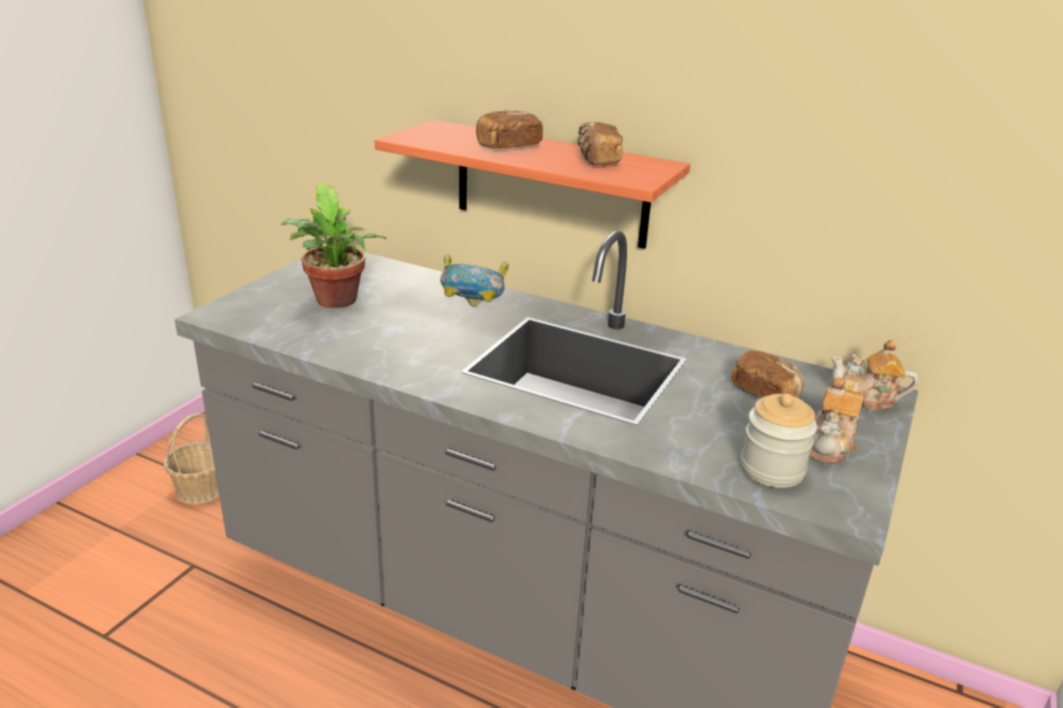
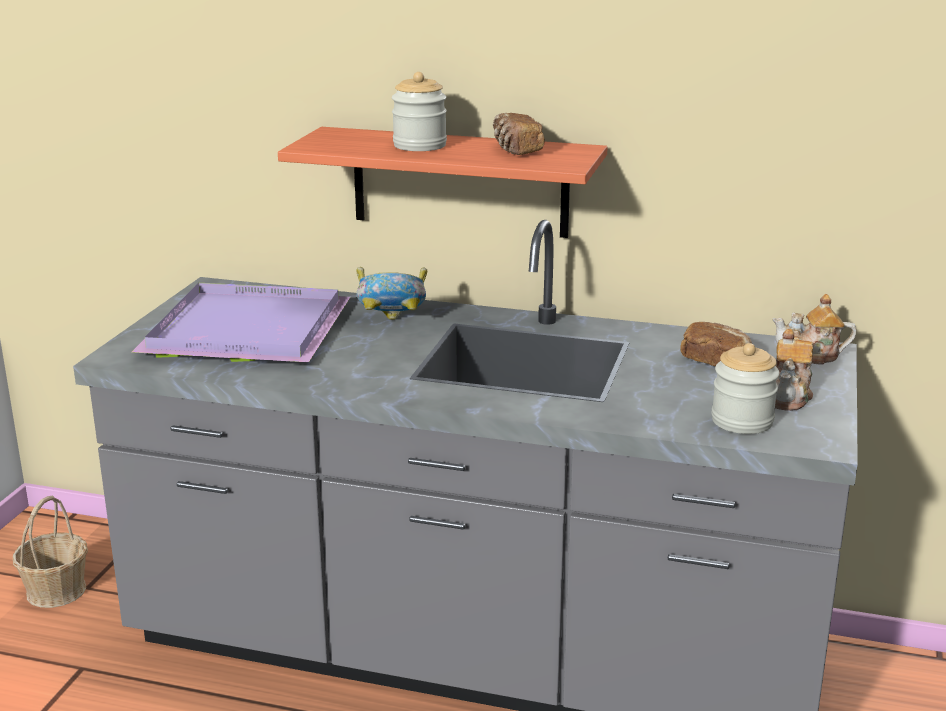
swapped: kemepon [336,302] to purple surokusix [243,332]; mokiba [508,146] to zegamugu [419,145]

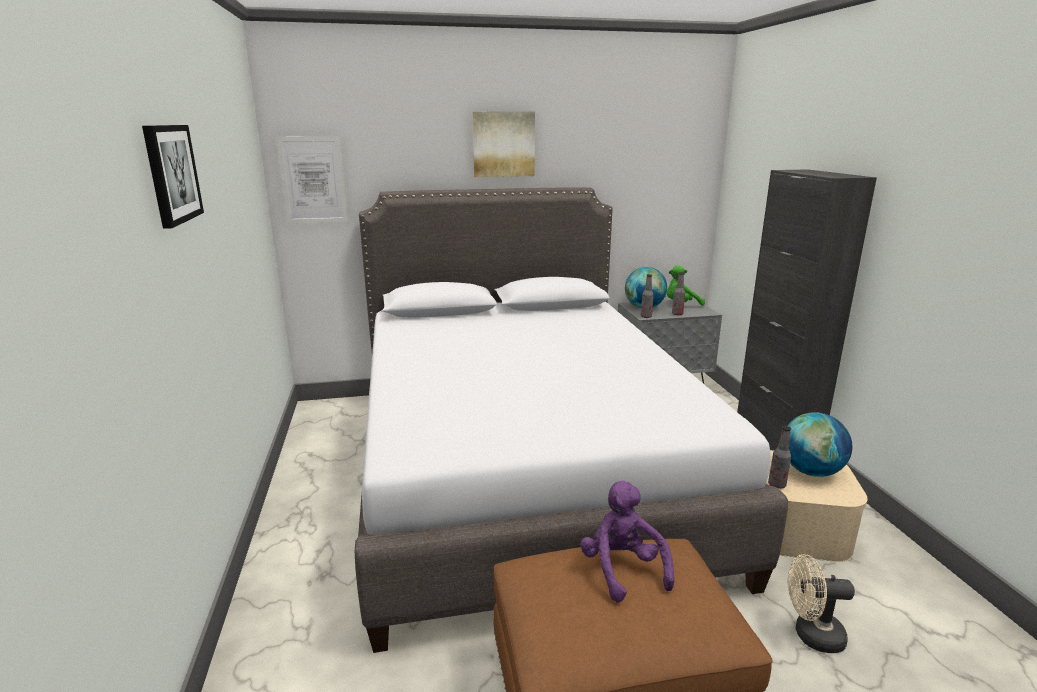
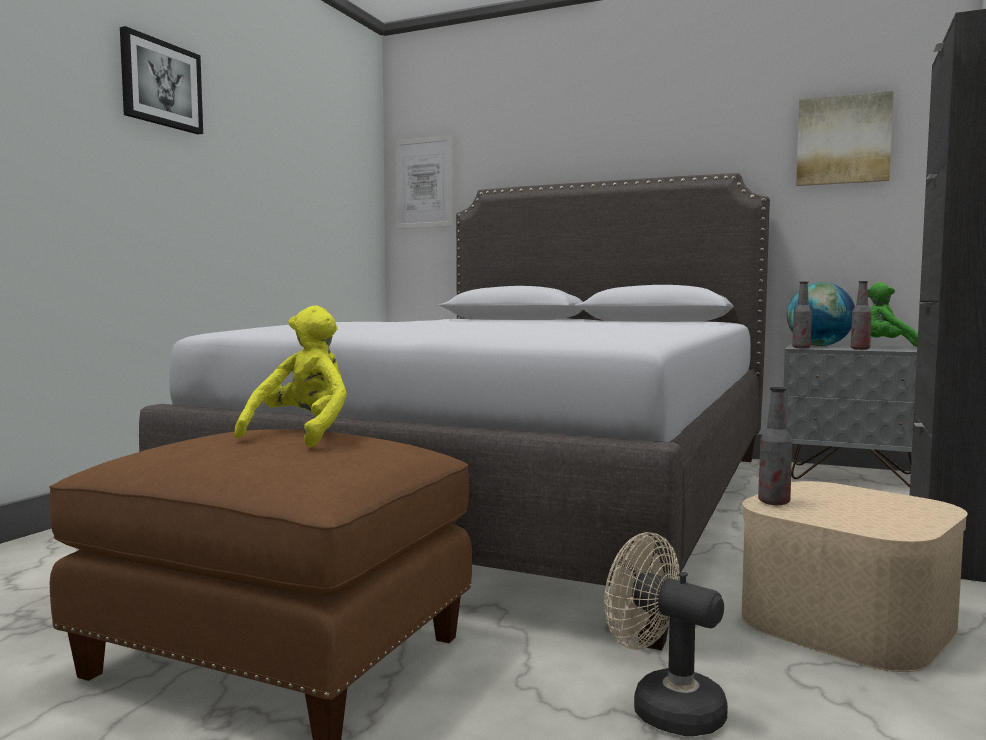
gone: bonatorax [811,471]
shifted: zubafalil [503,144] to [843,140]
repainted: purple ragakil [622,570] to yellow ragakil [303,434]

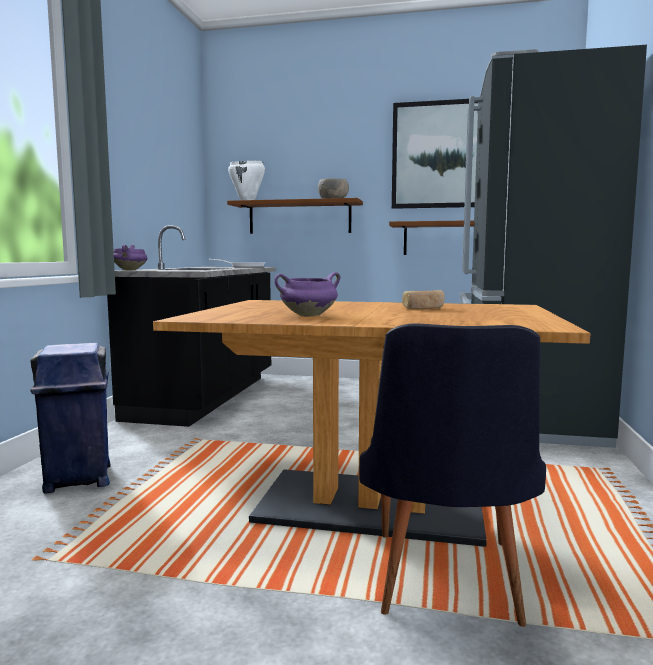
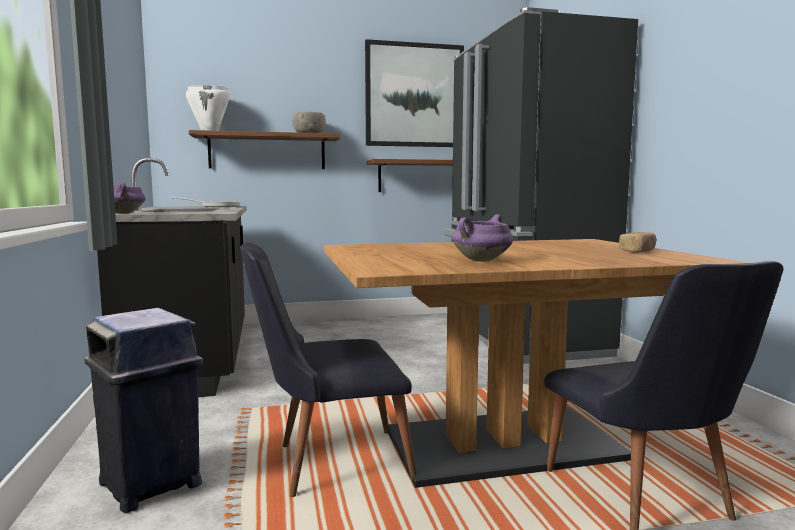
new: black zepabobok [329,463]
shifted: mokiba [423,308] to [638,251]

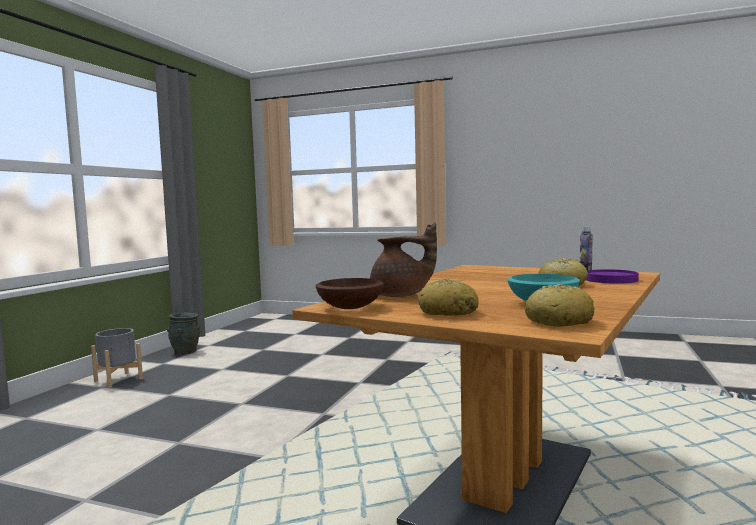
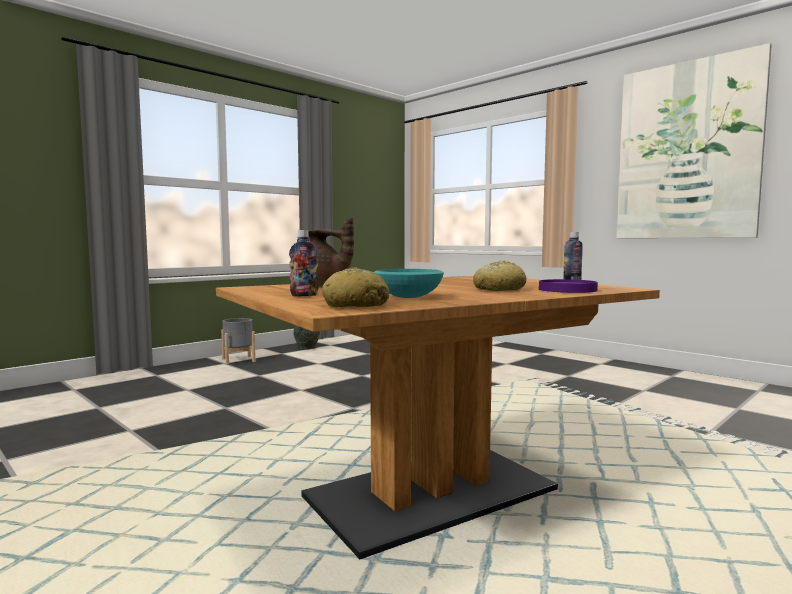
gone: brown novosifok [350,307]
new: zubafalil [686,151]
swapped: mokiba [448,312] to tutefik [304,295]

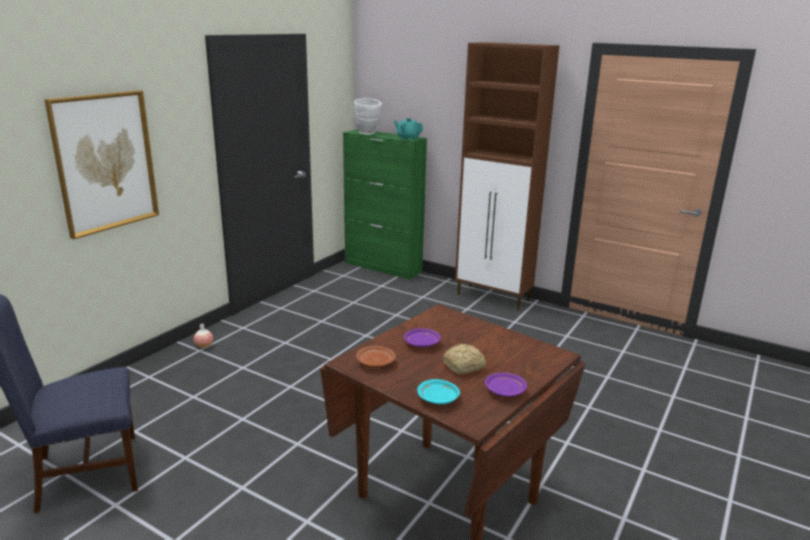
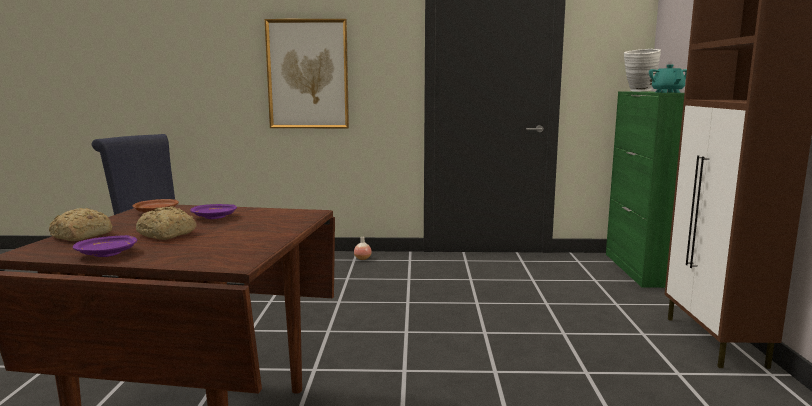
swapped: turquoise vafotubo [438,399] to mokiba [80,236]

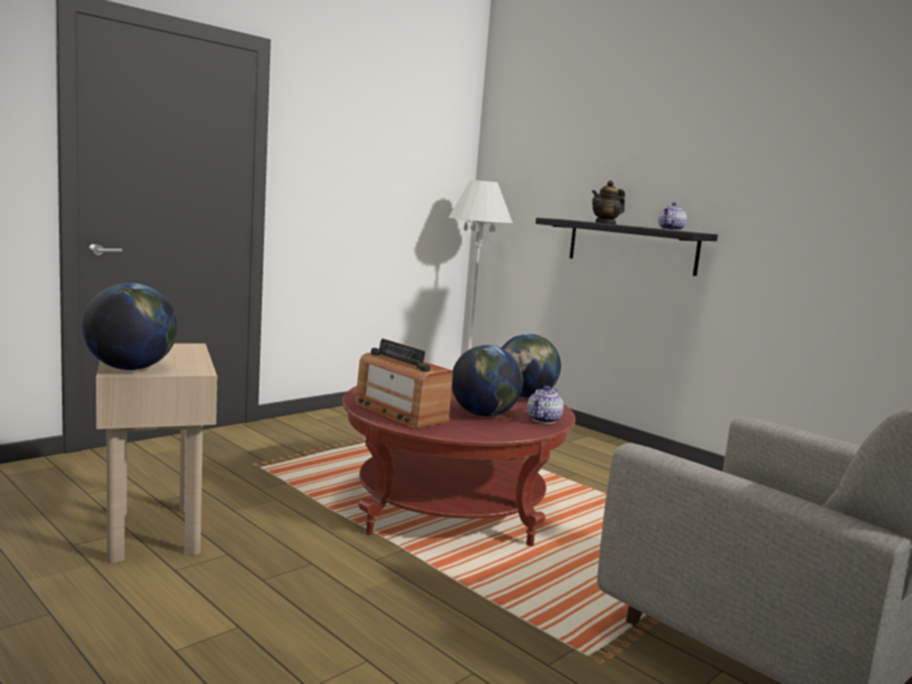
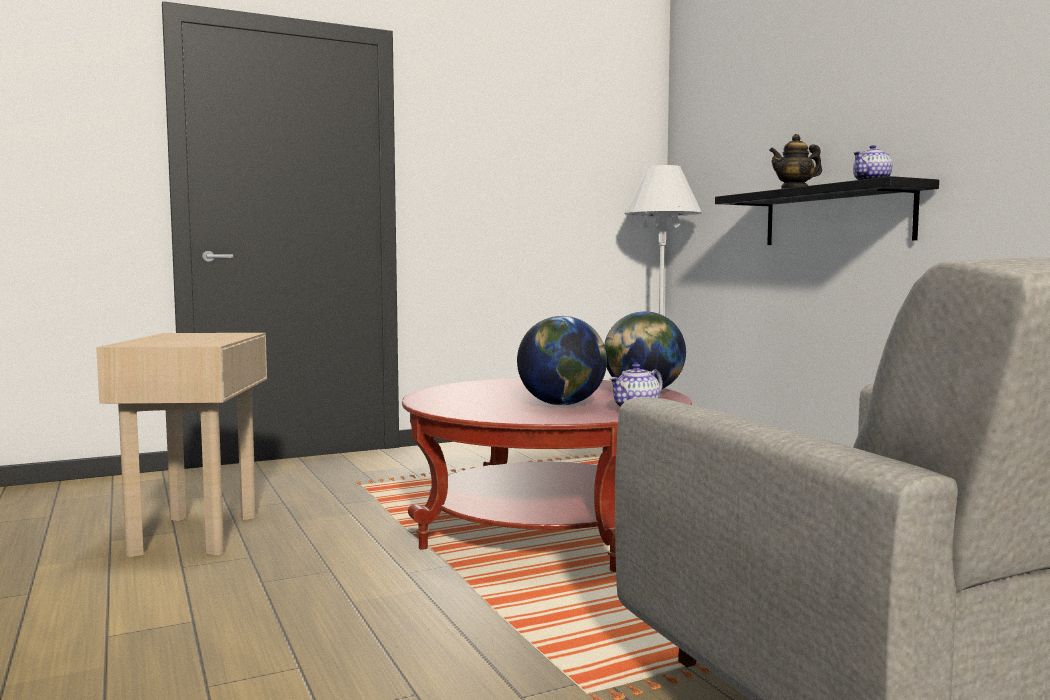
gone: bonatorax [130,368]; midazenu [400,413]

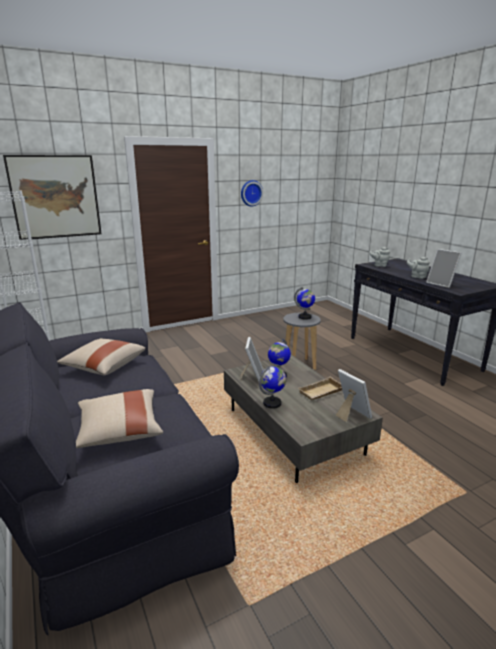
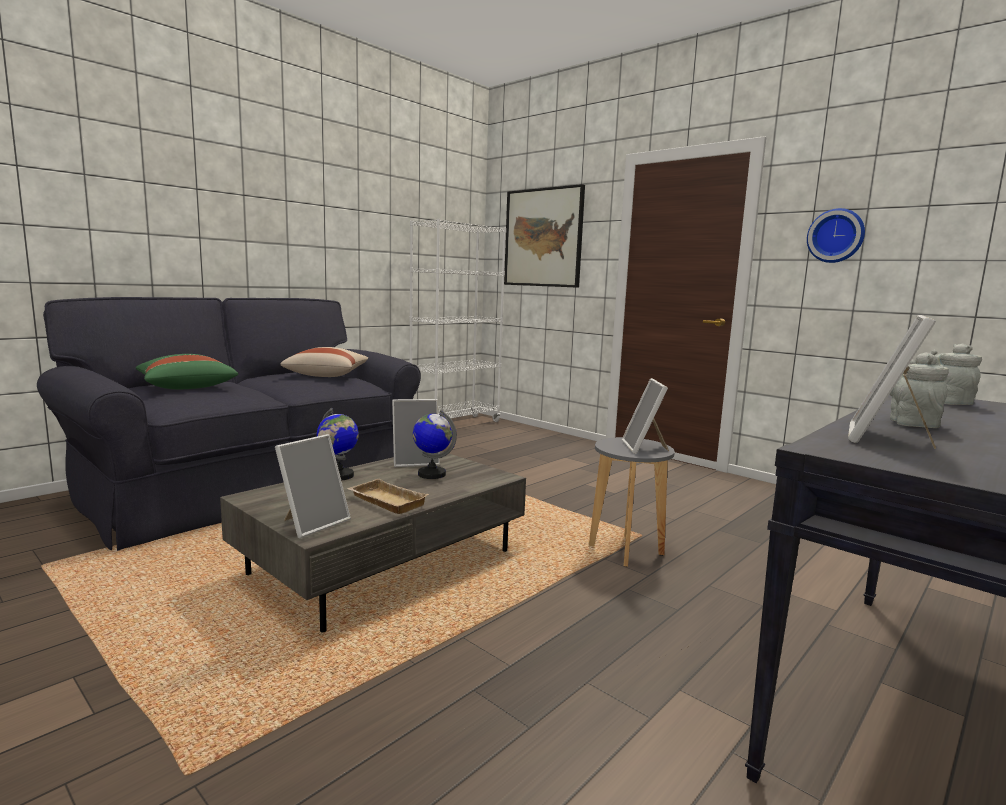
swapped: bonatorax [305,317] to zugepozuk [644,448]
repainted: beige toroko [120,430] to green toroko [186,387]

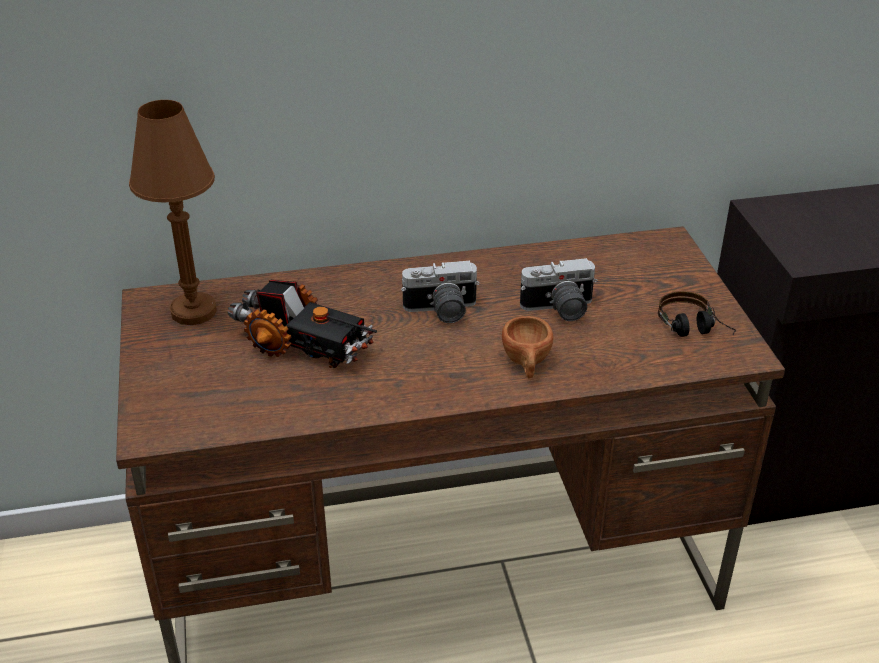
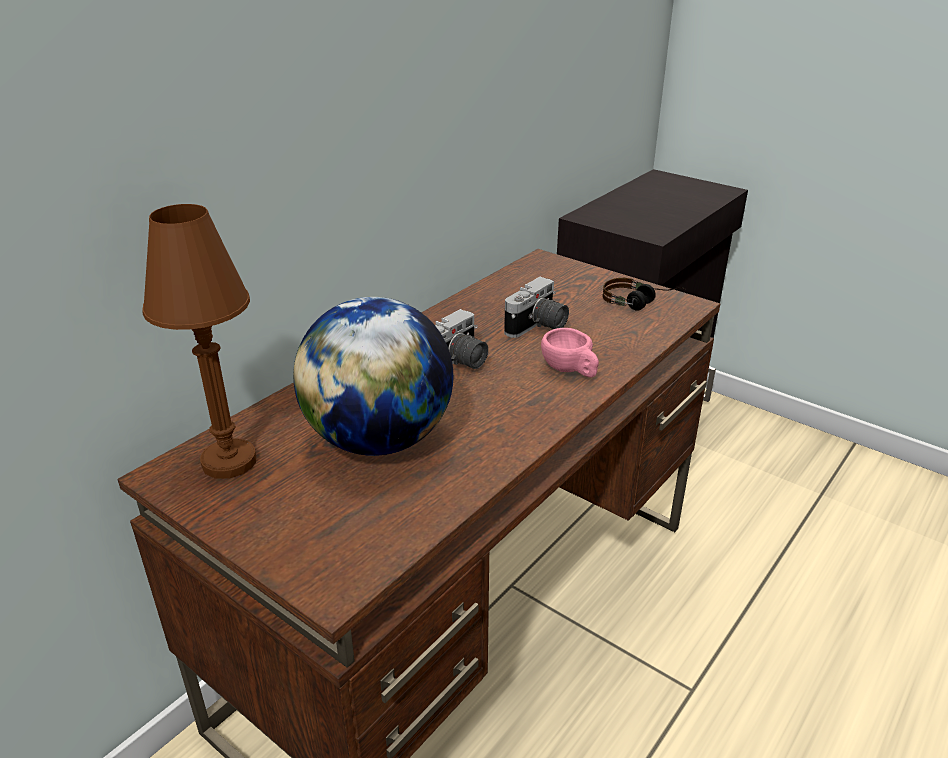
swapped: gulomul [303,346] to bonatorax [379,439]
repainted: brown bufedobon [527,364] to pink bufedobon [570,370]

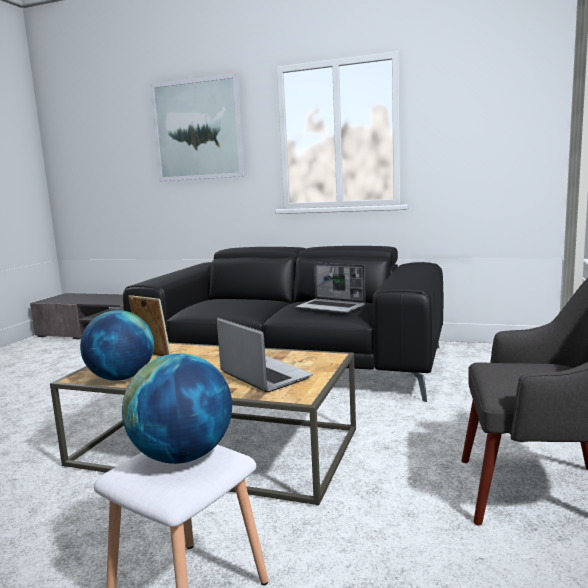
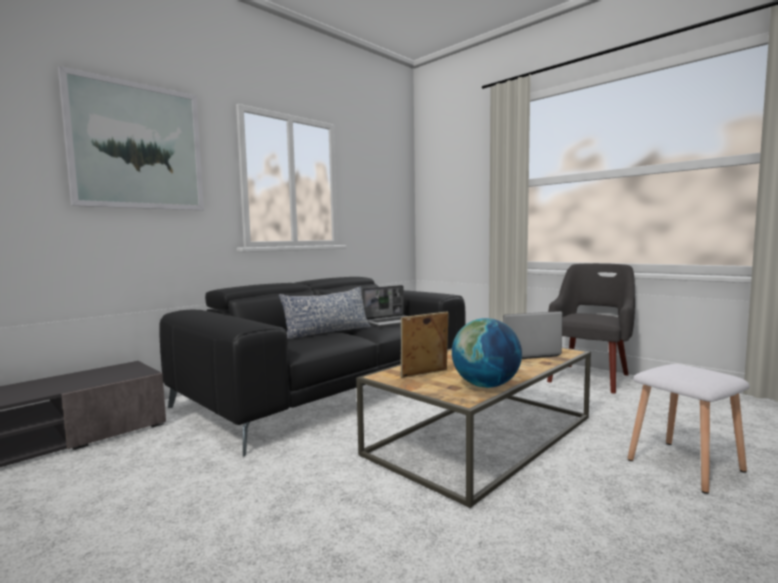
gone: bonatorax [182,456]
new: toroko [327,332]

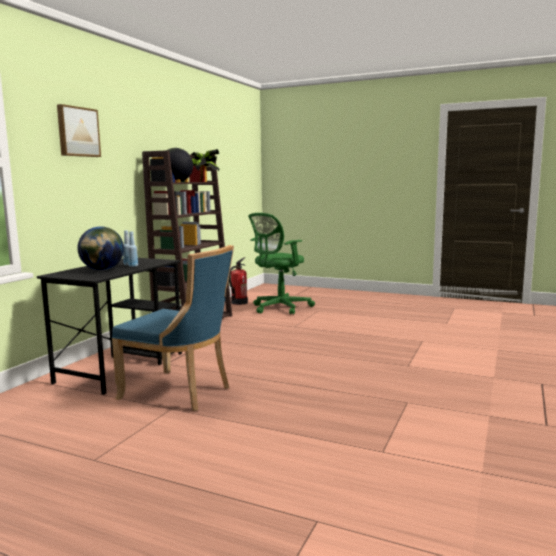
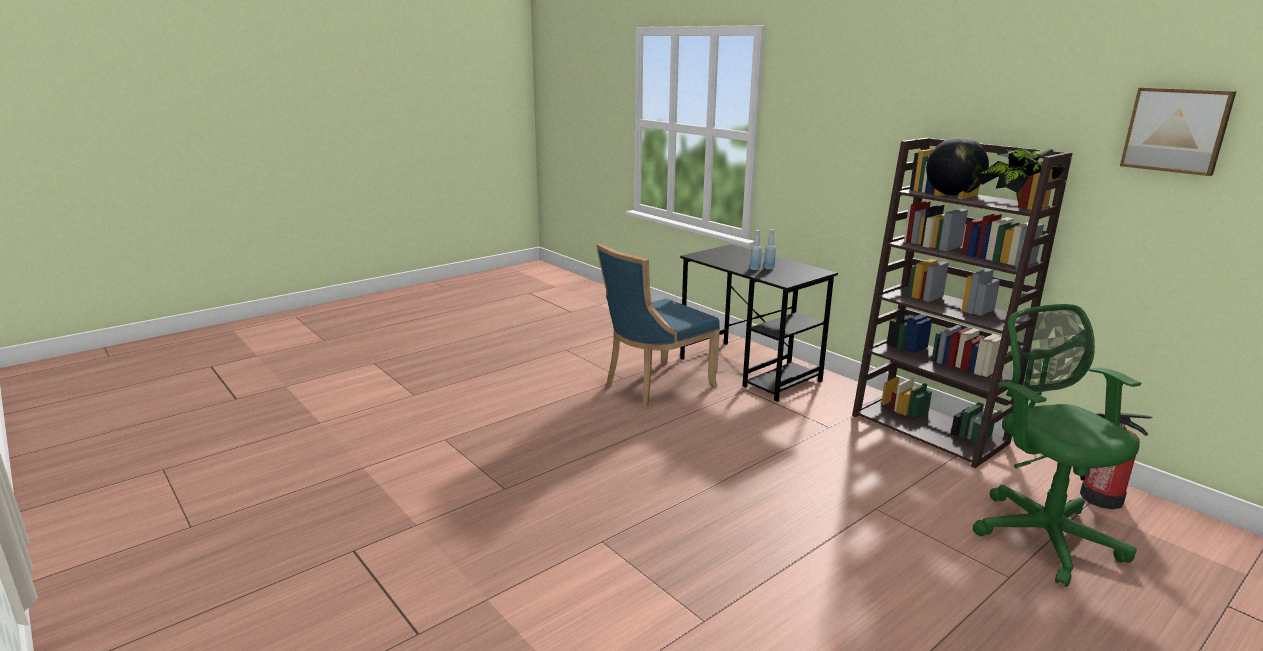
gone: bonatorax [102,270]
shifted: zubafalil [77,132] to [1176,130]

